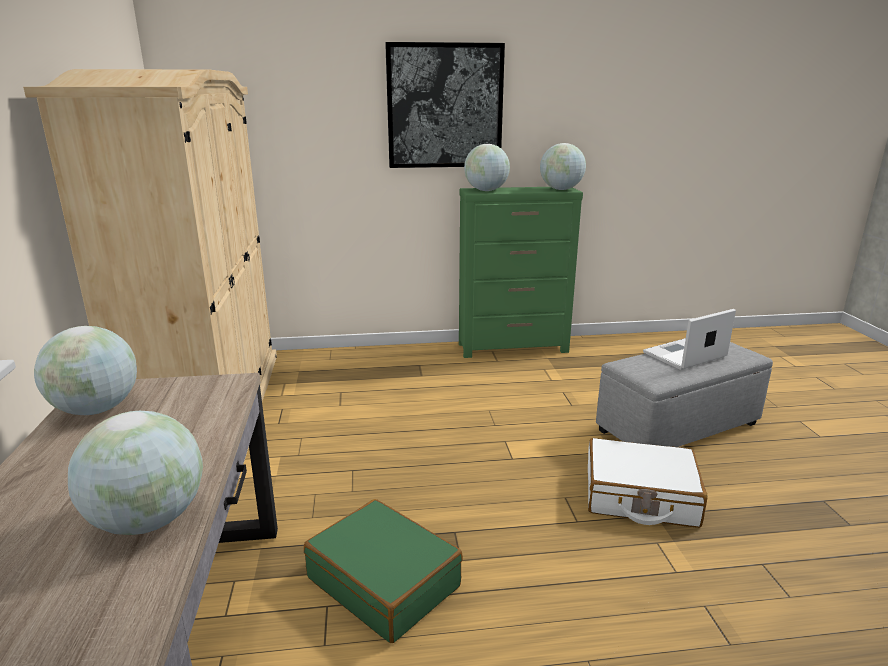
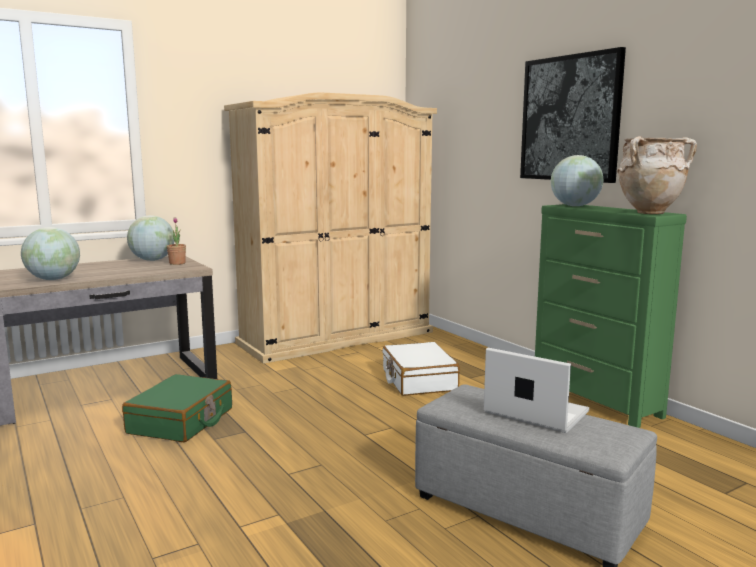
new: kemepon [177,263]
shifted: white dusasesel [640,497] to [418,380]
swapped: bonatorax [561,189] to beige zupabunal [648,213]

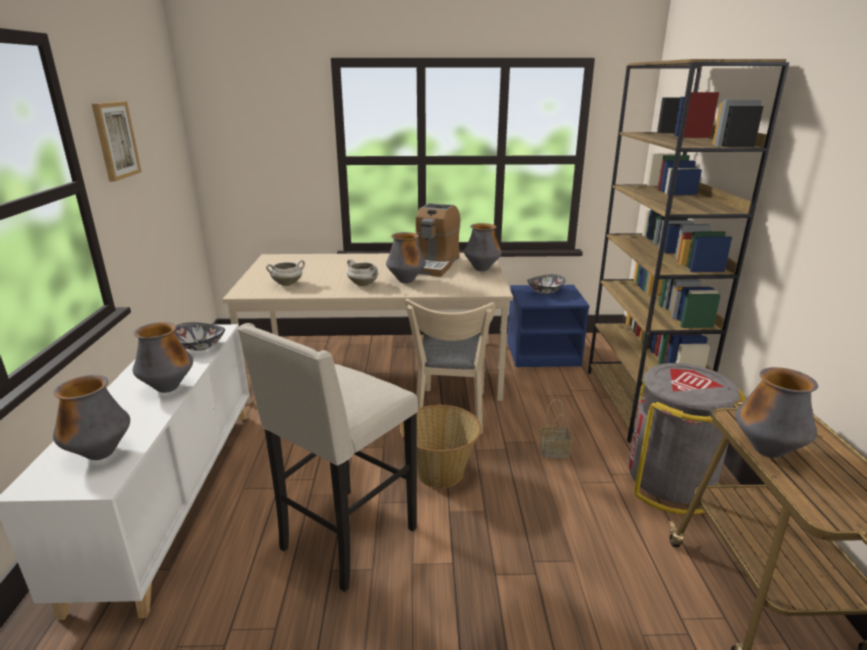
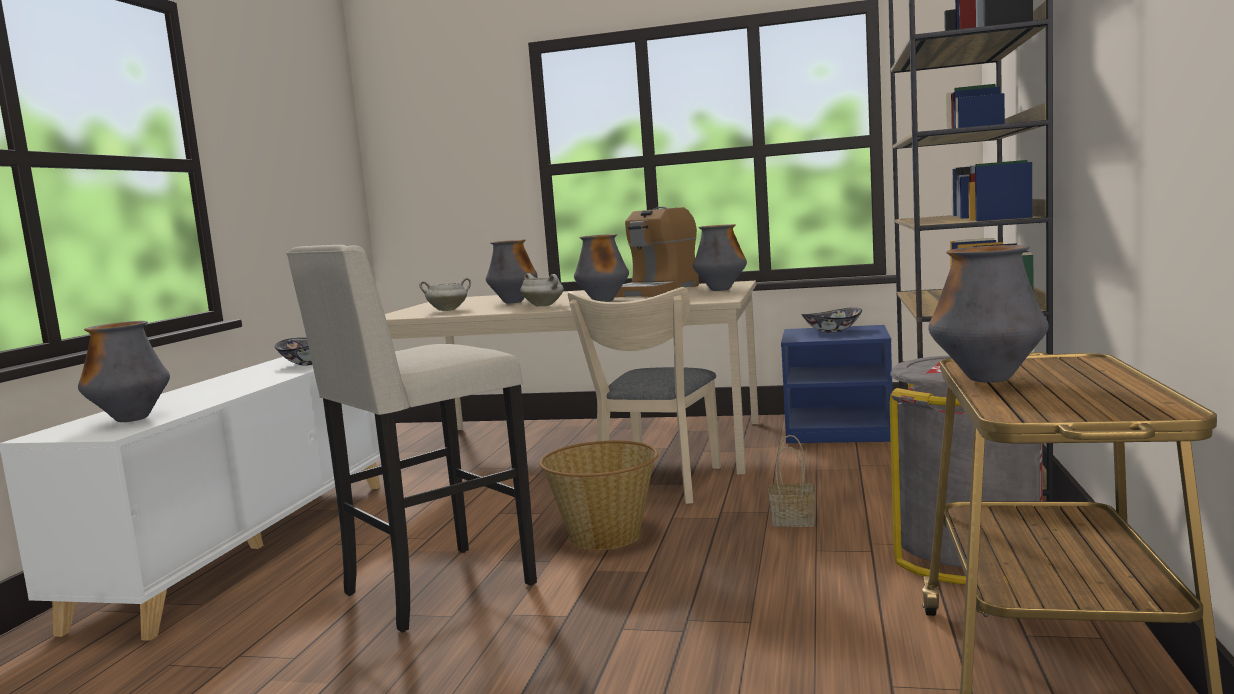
gone: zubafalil [115,140]
shifted: zupabunal [168,388] to [514,302]

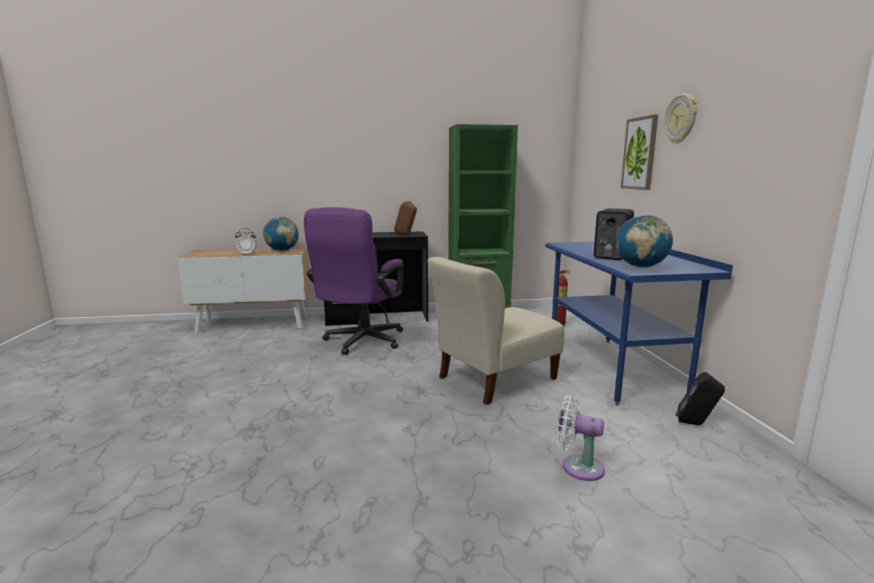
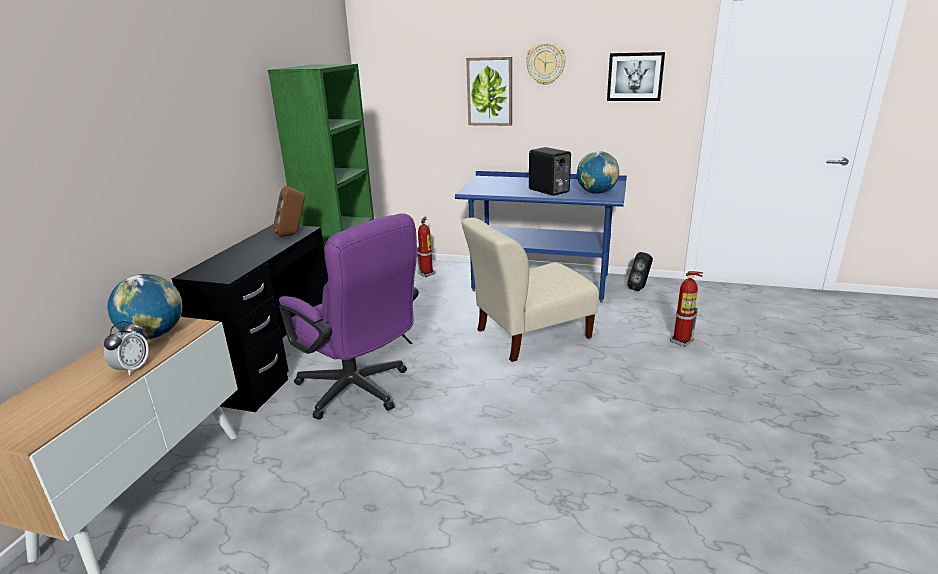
new: zubafalil [635,76]
swapped: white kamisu [578,467] to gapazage [681,341]
rotated: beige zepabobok [493,380] = [528,335] 75 degrees clockwise

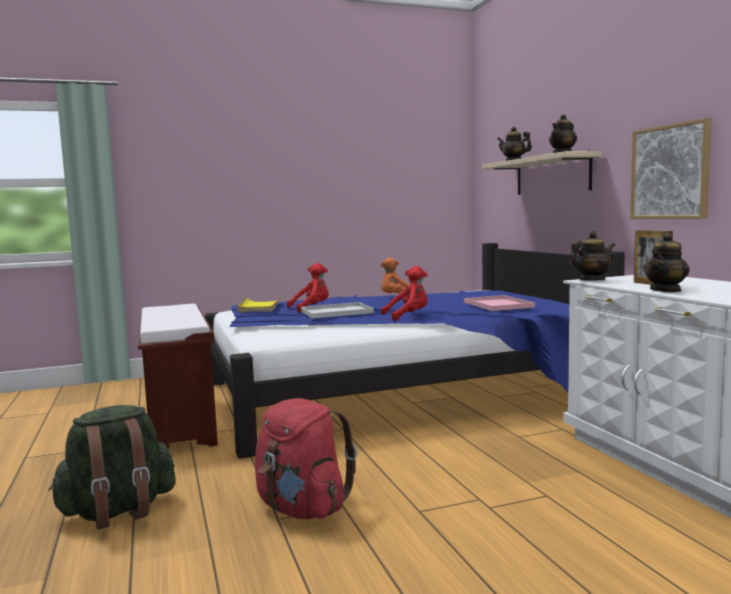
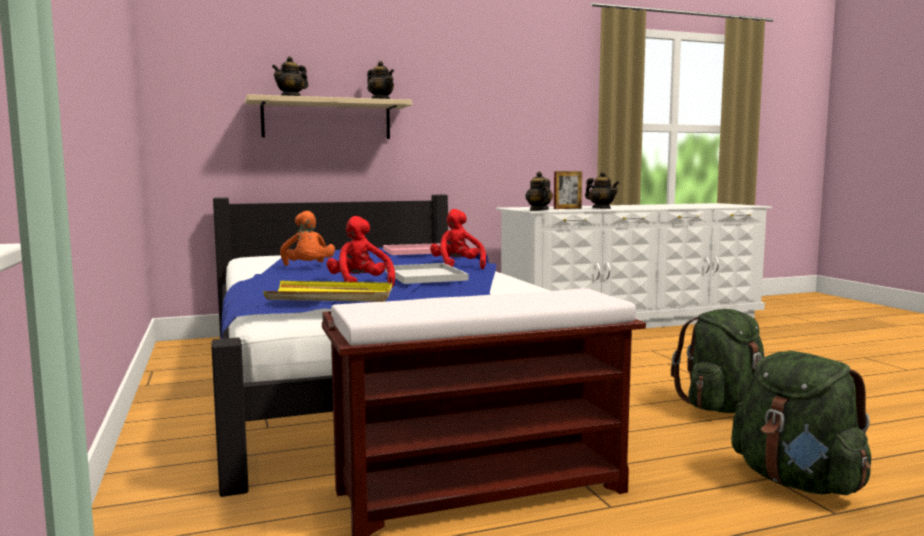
gone: zubafalil [670,172]
repainted: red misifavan [302,509] to green misifavan [722,407]

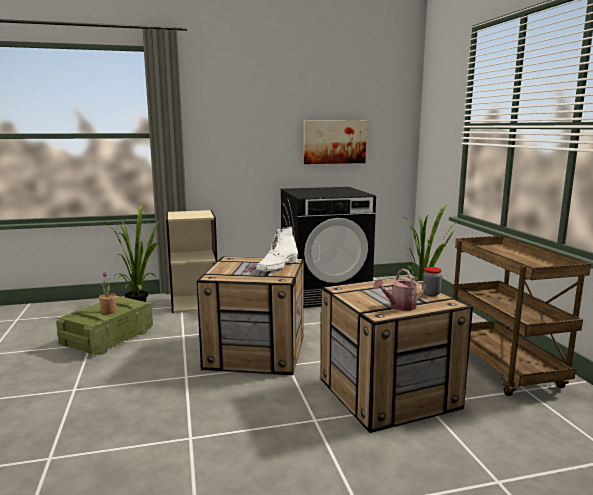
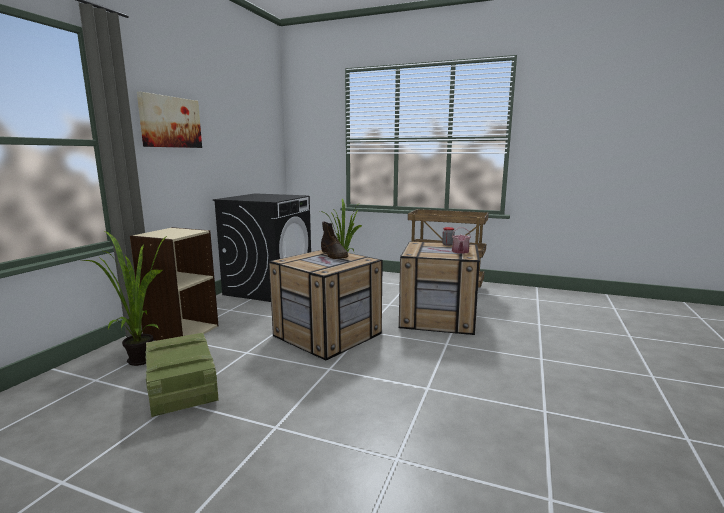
gone: kemepon [109,311]
shifted: zubafalil [334,142] to [170,122]
repainted: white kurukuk [277,267] to brown kurukuk [334,255]

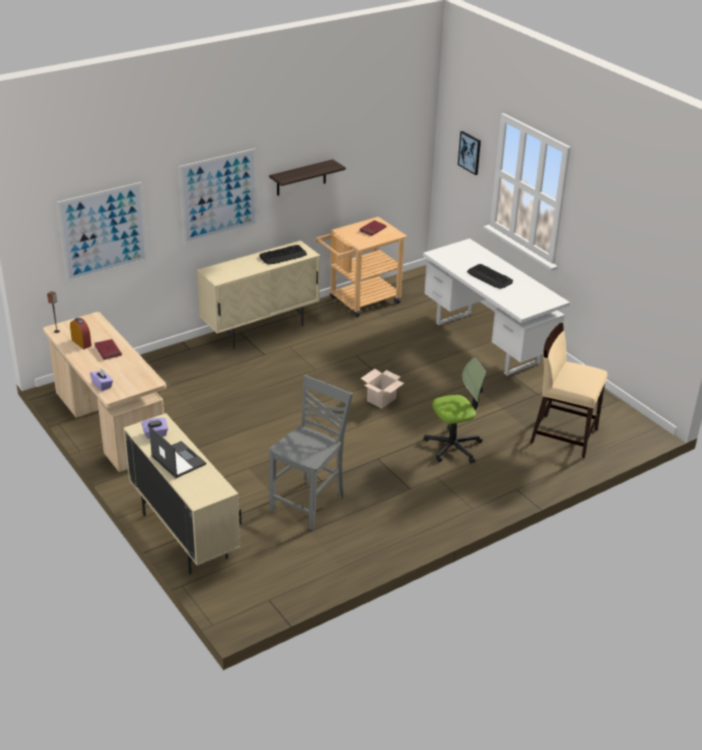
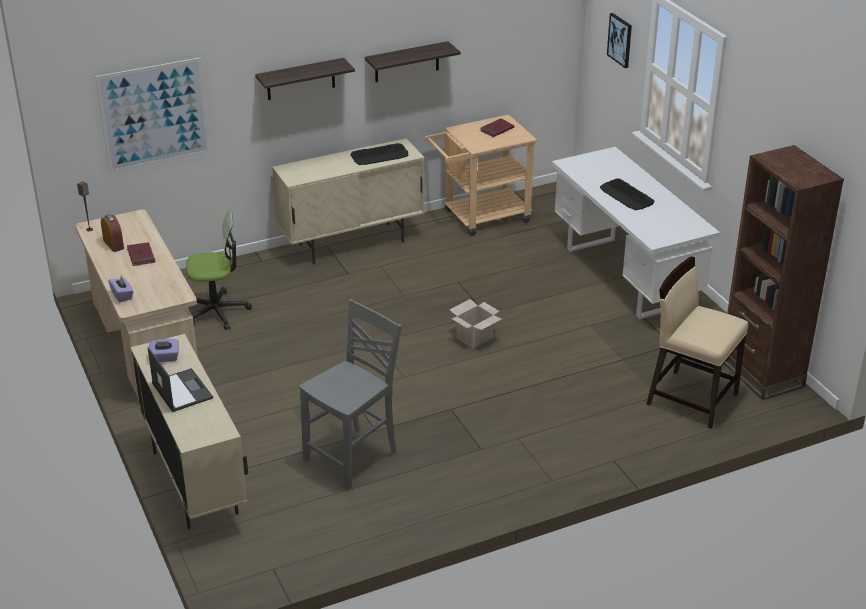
new: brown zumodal [761,373]
shifted: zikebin [453,446] to [217,311]
swapped: zubafalil [219,196] to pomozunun [300,79]

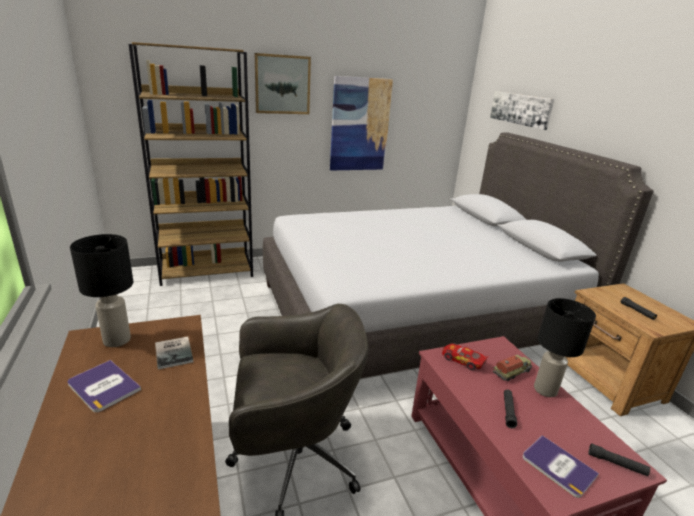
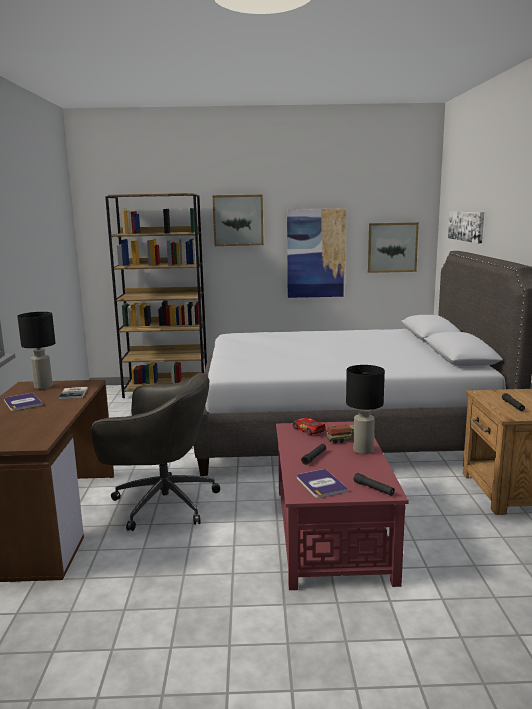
new: zubafalil [392,247]

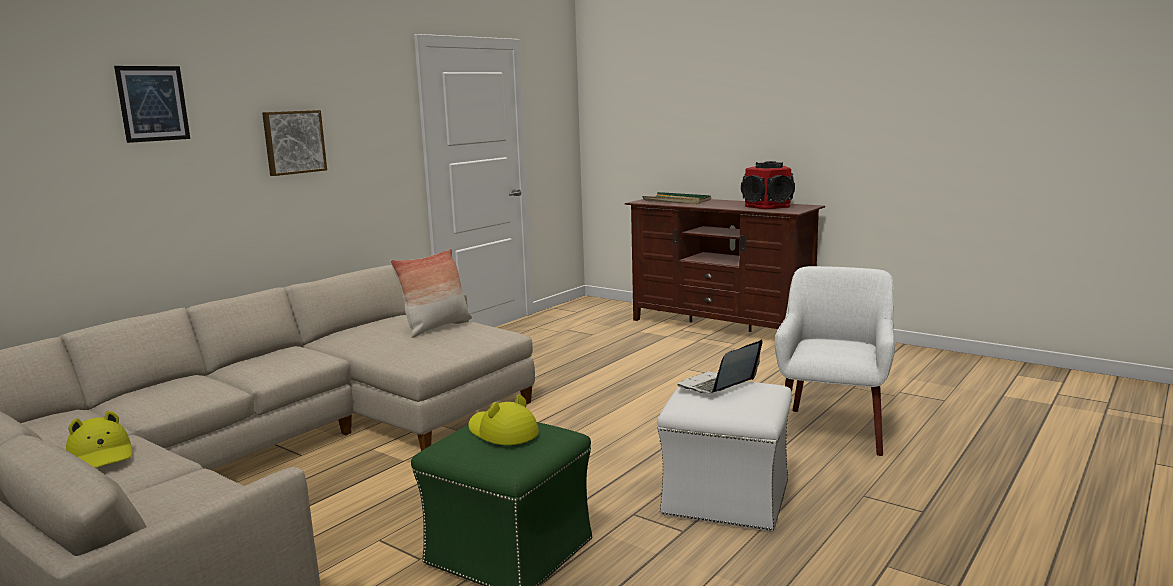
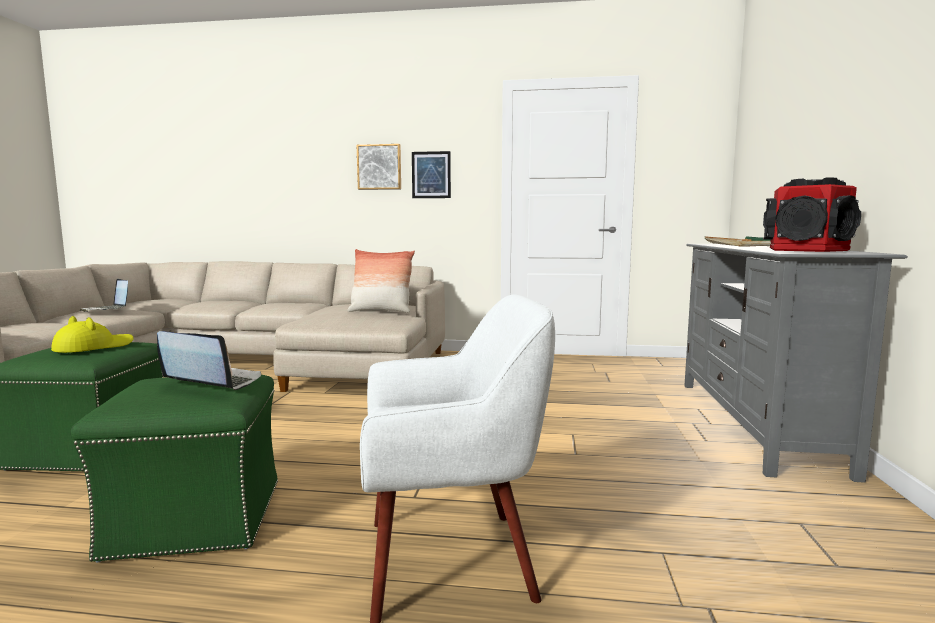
shifted: zubafalil [153,103] to [431,175]
swapped: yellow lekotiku [101,455] to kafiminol [106,309]
repainted: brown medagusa [720,326] to grey medagusa [755,423]; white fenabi [726,498] to green fenabi [194,518]

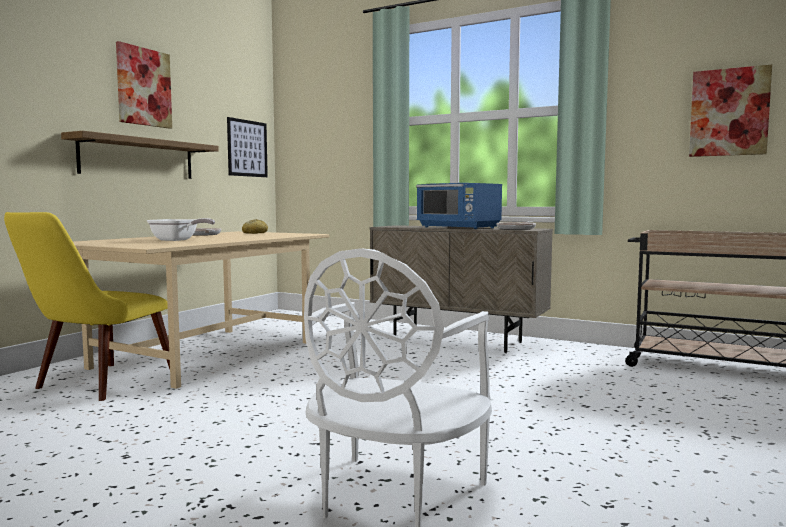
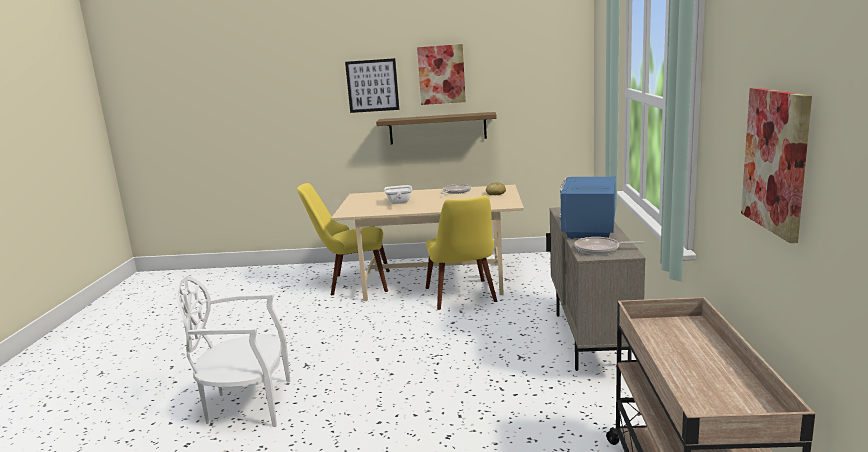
new: yellow zepabobok [463,298]
shifted: zubafalil [247,148] to [372,85]

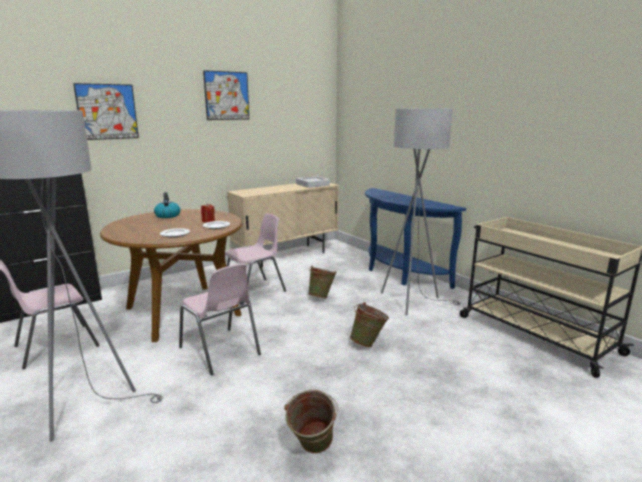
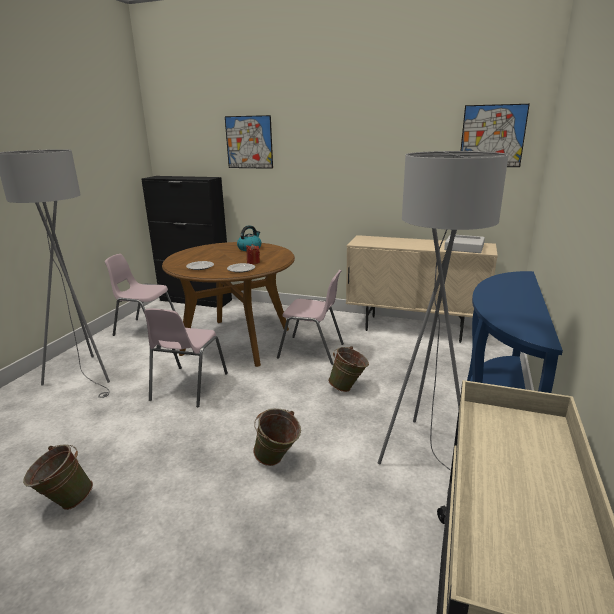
shifted: zubafalil [227,96] to [492,136]

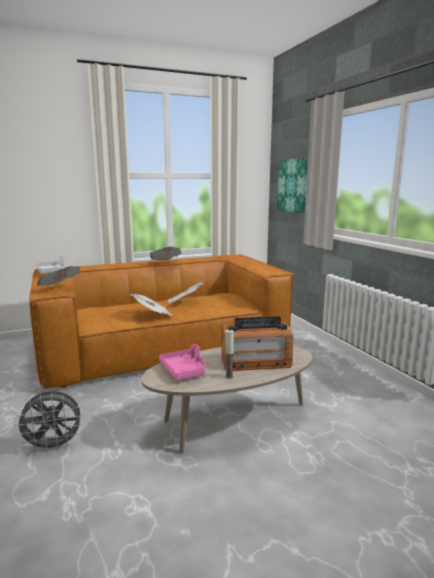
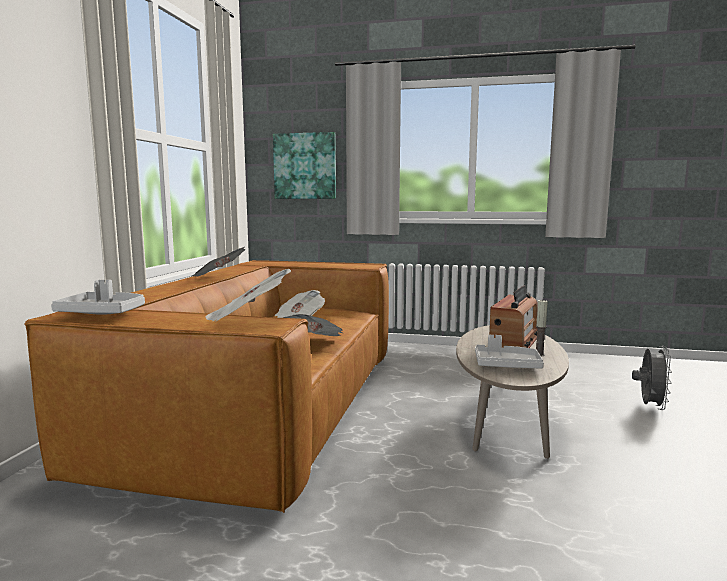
shifted: grey kamisu [54,446] to [649,406]
repainted: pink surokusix [184,370] to grey surokusix [506,365]

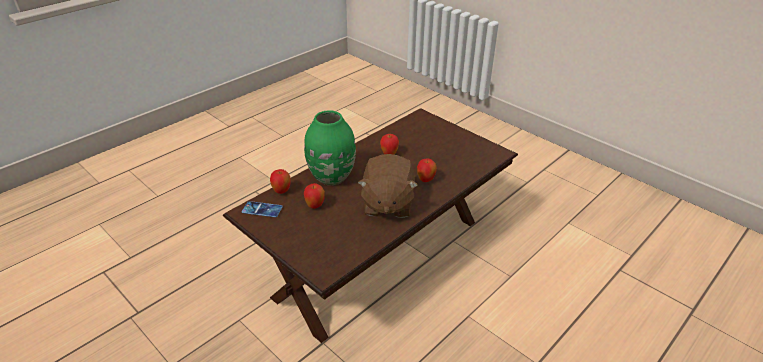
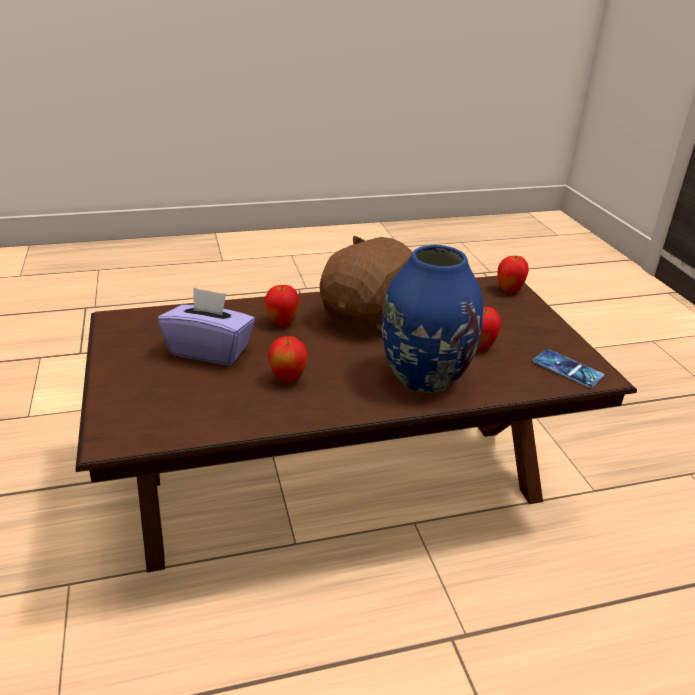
new: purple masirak [210,350]
shifted: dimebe [281,191] to [509,291]
repainted: green zupabunal [332,177] to blue zupabunal [424,377]

